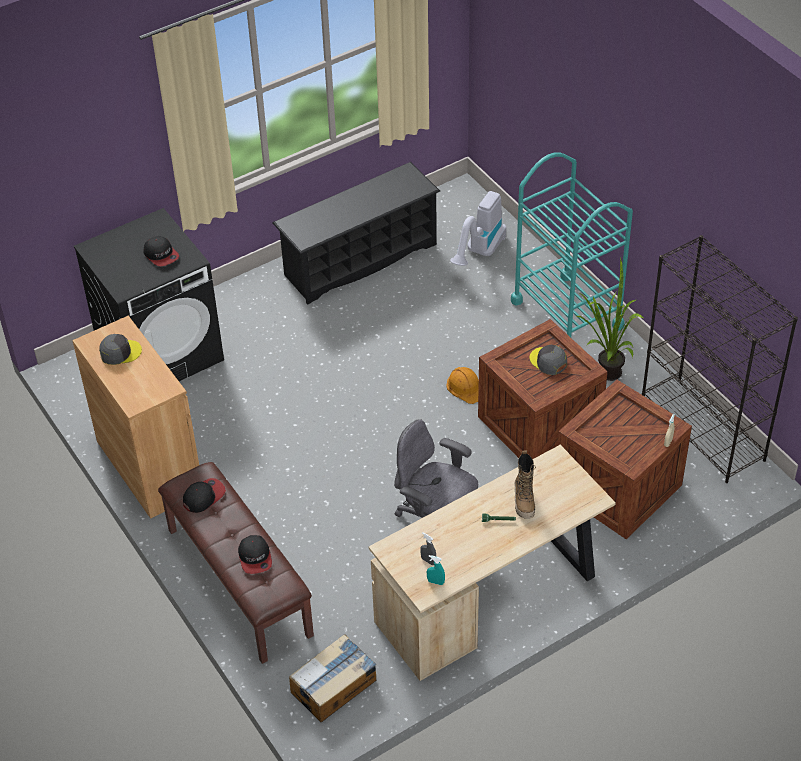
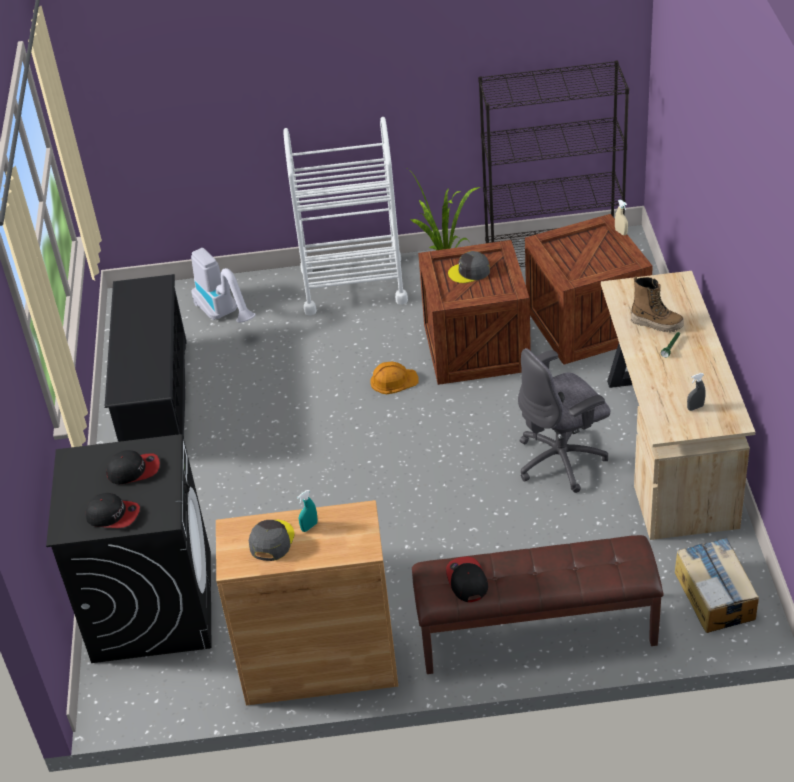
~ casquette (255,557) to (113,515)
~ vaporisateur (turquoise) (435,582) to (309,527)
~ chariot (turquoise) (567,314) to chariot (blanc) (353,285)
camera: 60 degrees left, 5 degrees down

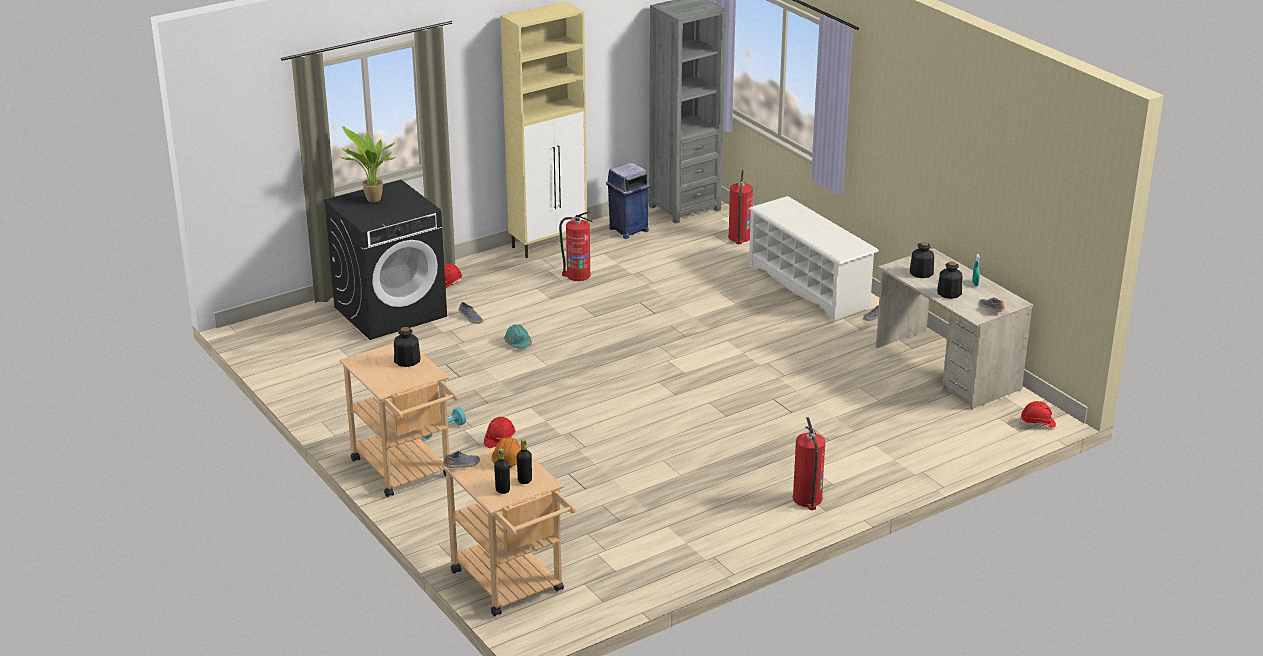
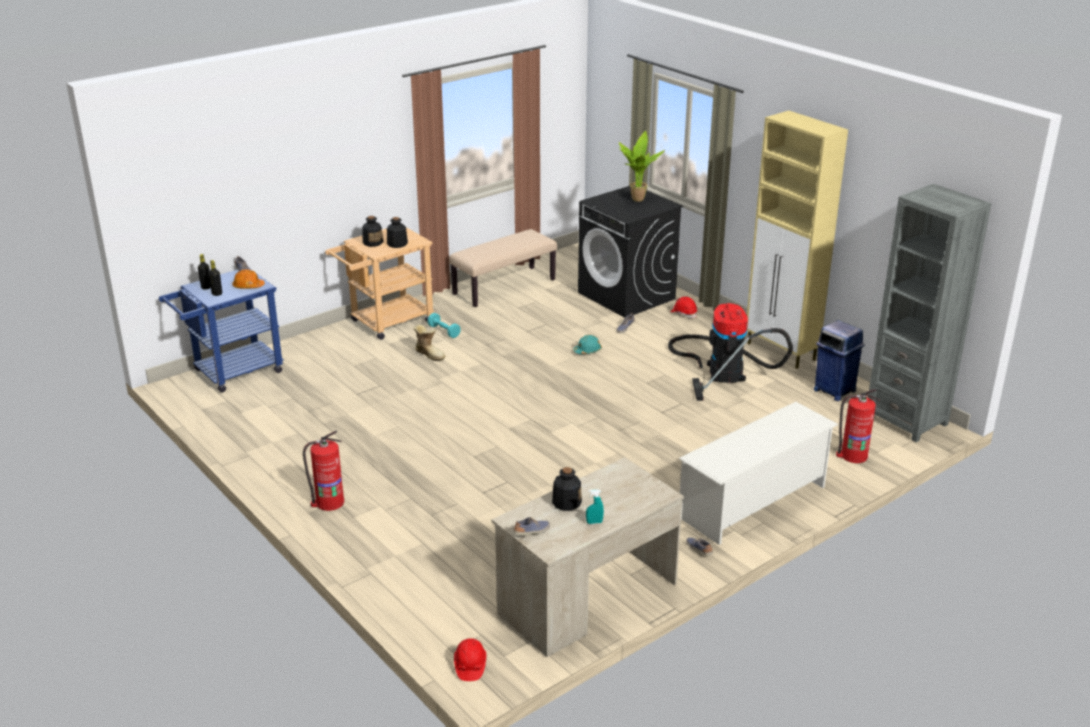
~ chariot (beige) (512,586) to chariot (bleu) (231,373)
~ casque de chantier (rouge) (499,440) to botte (430,354)
~ extincteur (577,275) to aspirateur (723,369)
~ bouteille (921,273) to (373,242)
+ banc (beige) (504,286)
camera: 85 degrees right, 0 degrees up

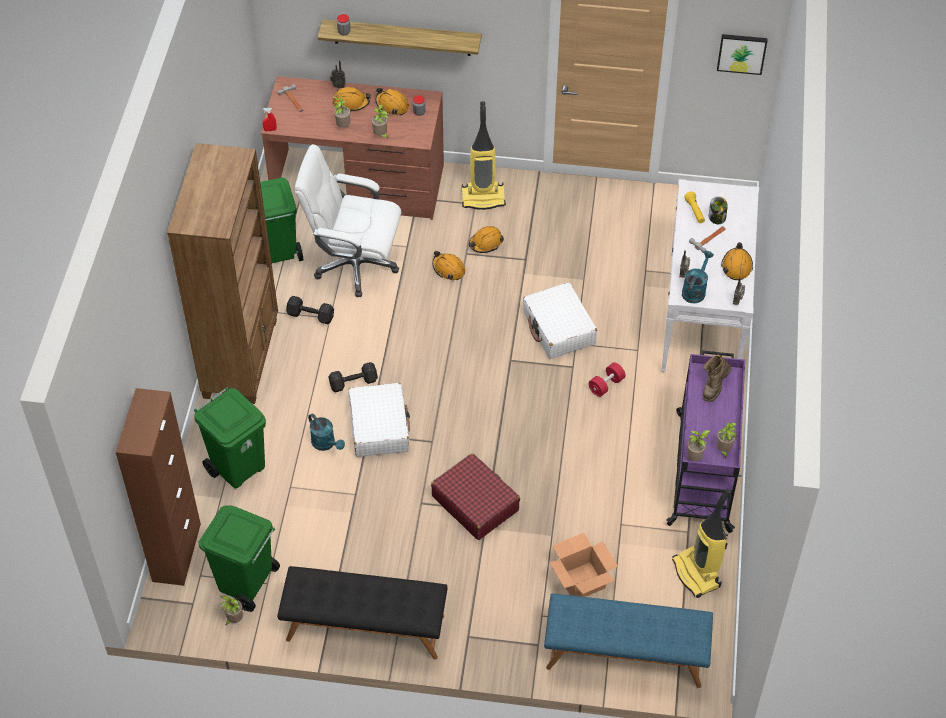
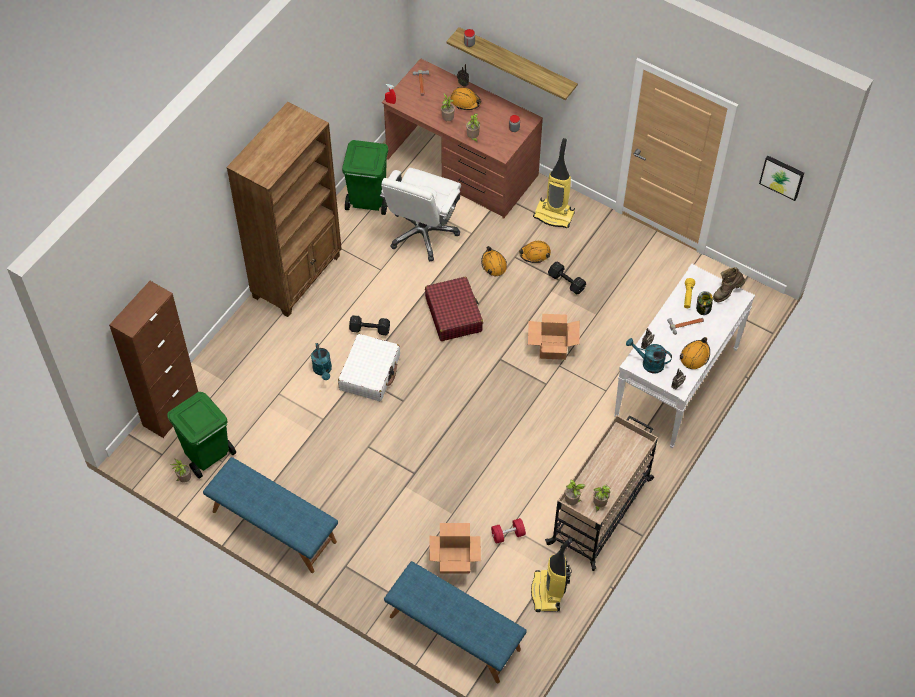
- poubelle (vert) (238,467)
~ banc (noir) (365,628) to banc (bleu) (273,527)
~ haltère (noir) (311,316) to (567,283)
~ chaise de bureau (blanc) (354,264) = (422,233) 105 degrees counterclockwise
- casque de chantier (orange) (392,105)
~ valise (rouge) (475,503) to (453,314)
~ valise (blanc) (559,328) to carton (553,348)
~ haltère (rouge) (606,385) to (508,534)
~ chariot (violet) (703,469) to chariot (beige) (601,510)
~ arrosoir (turquoise) (695,290) = (648,363) 120 degrees counterclockwise
~ botte (marron) (714,386) to (726,292)
camera: 25 degrees right, 5 degrees up

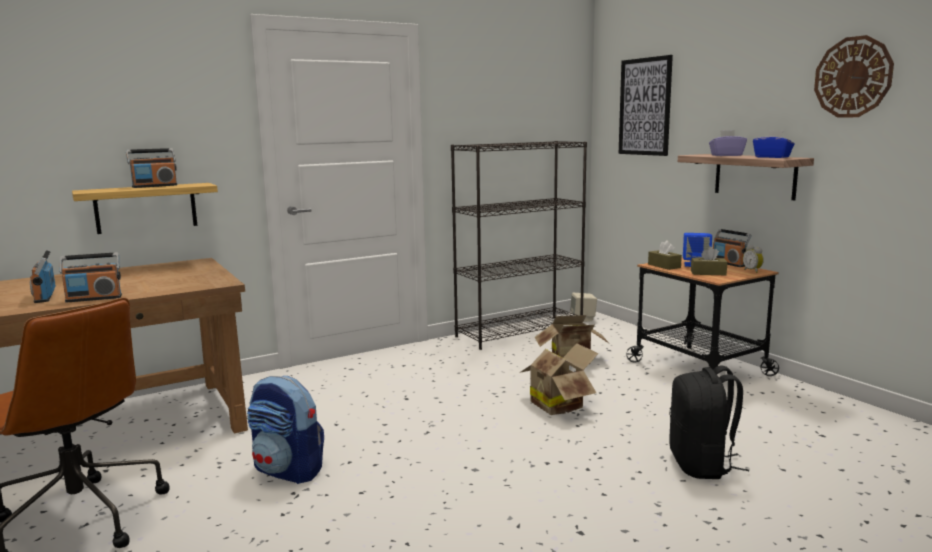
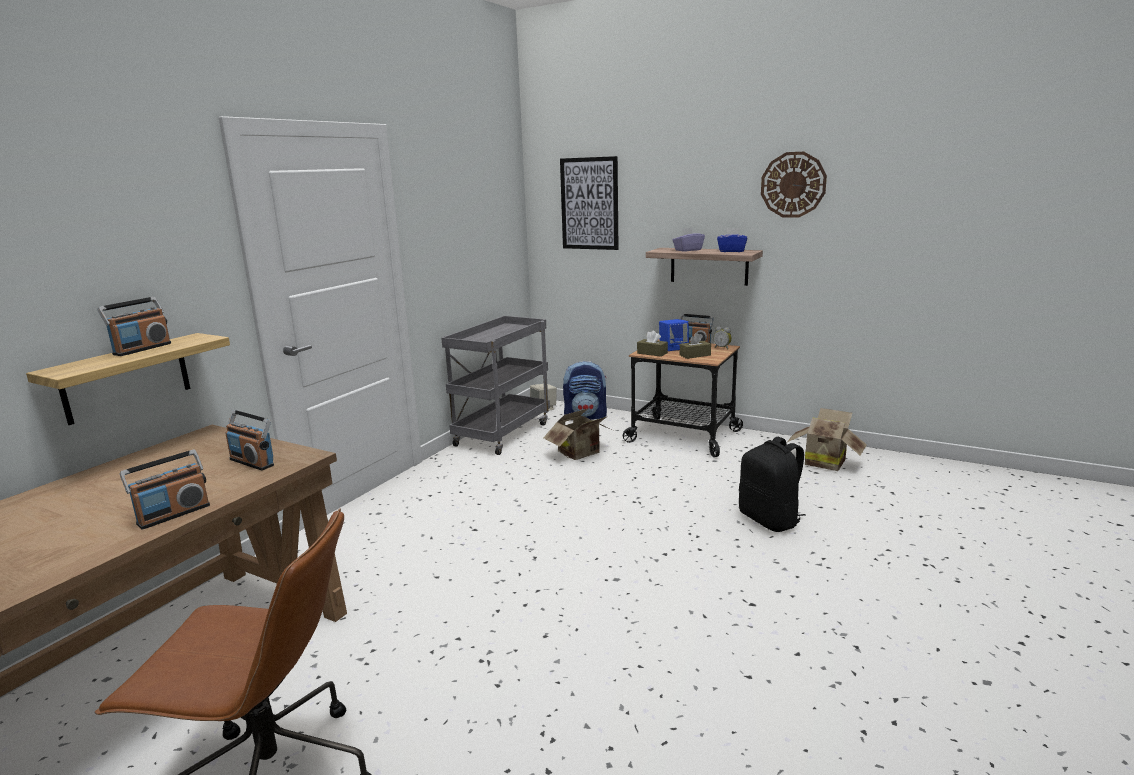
~ radio (44,297) to (252,462)
~ sac à dos (288,471) to (585,416)
~ bibliothèque (noir) (520,332) to chariot (gris) (502,433)
~ carton (559,405) to (824,462)
camera: 30 degrees left, 5 degrees up

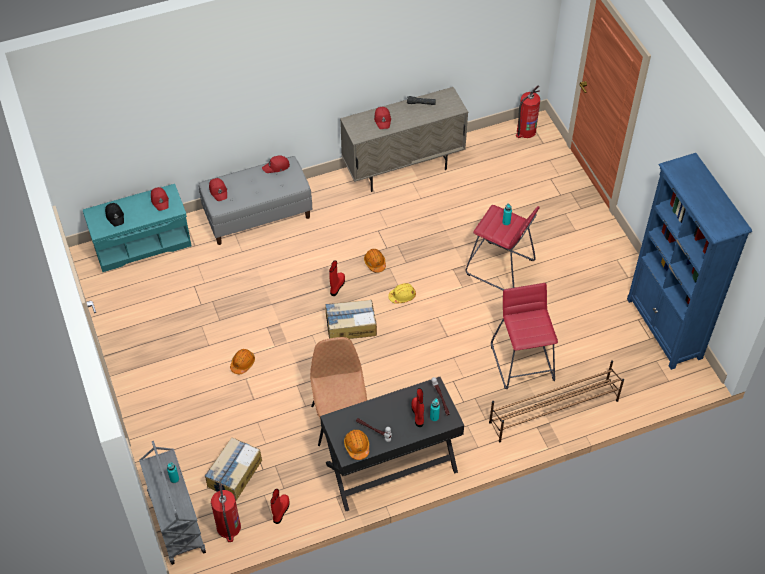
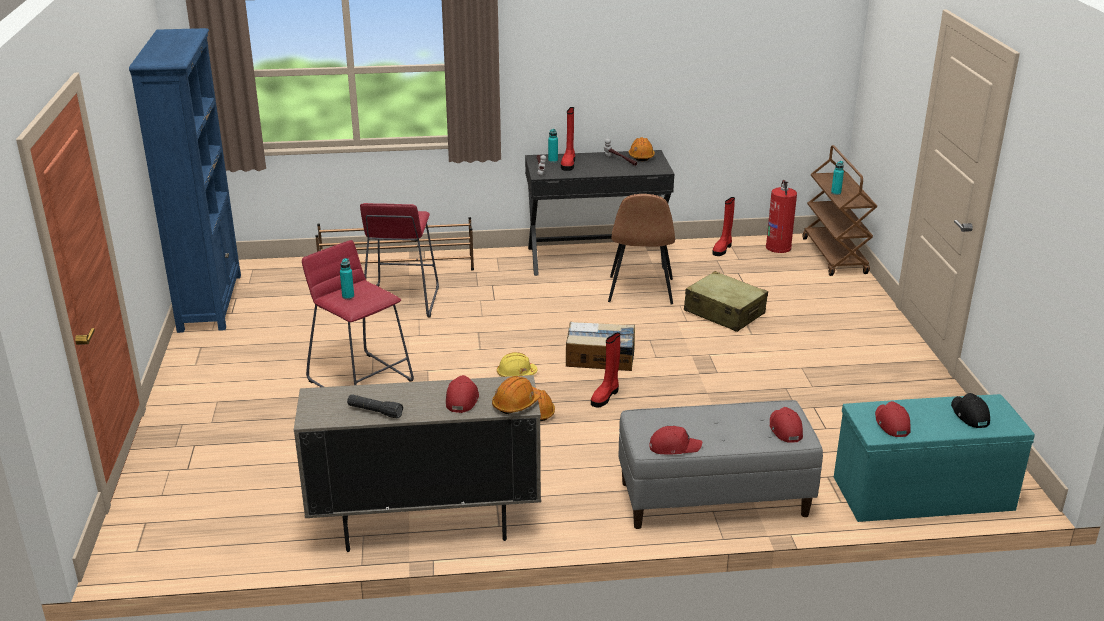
~ chariot (gris) (176,521) to chariot (marron) (835,256)
- carton (234,473)
~ casque de chantier (orange) (242,363) to (516,404)
- extincteur (525,131)
+ valise (beige) (724,313)
camera: 165 degrees left, 25 degrees down

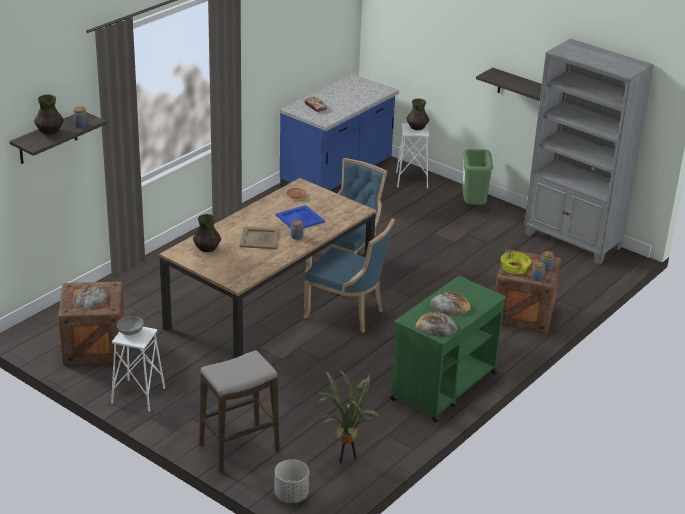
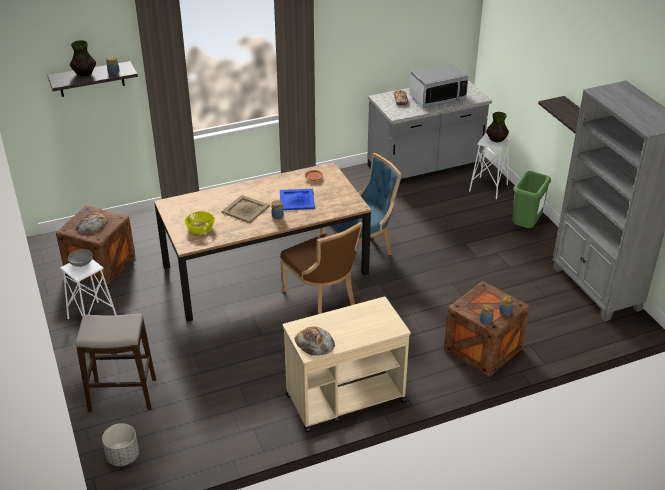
- vase (207,249)
~ comptoir de cuisine (bleu) (337,176) to comptoir de cuisine (gris) (424,167)
~ chaise (bleu) (347,313) to chaise (marron) (322,298)
- plante en pot (344,458)
~ chariot (vert) (443,386) to chariot (beige) (344,398)
- pain (450,305)
~ bol (jaune) (515,267) to (201,227)
+ micro-ondes (437,98)
camera: 30 degrees right, 5 degrees up

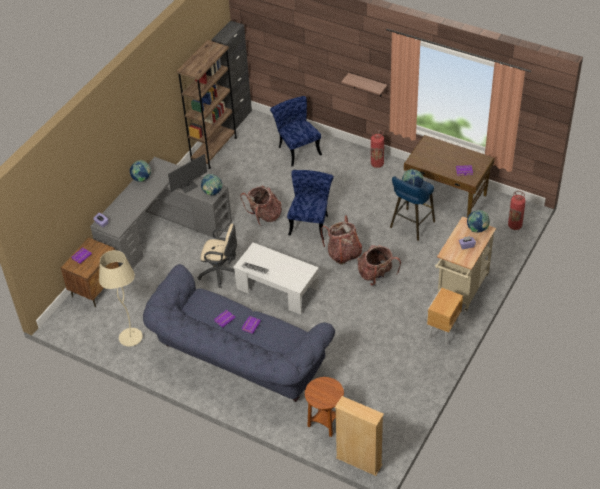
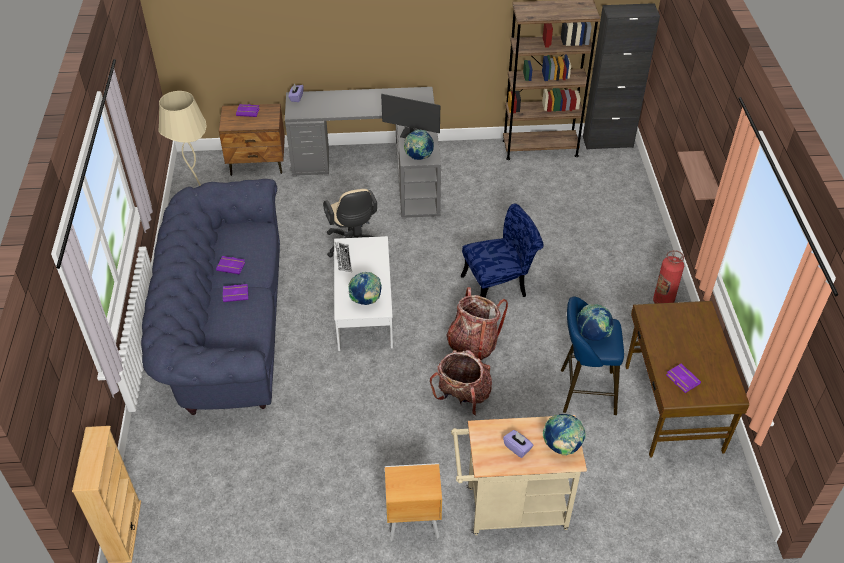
~ globe (141,179) to (366,300)
- sac à dos (264,216)
- chaise (bleu) (297,149)
- table d'appoint (marron) (325,422)
- extincteur (514,225)
camera: 55 degrees right, 0 degrees up

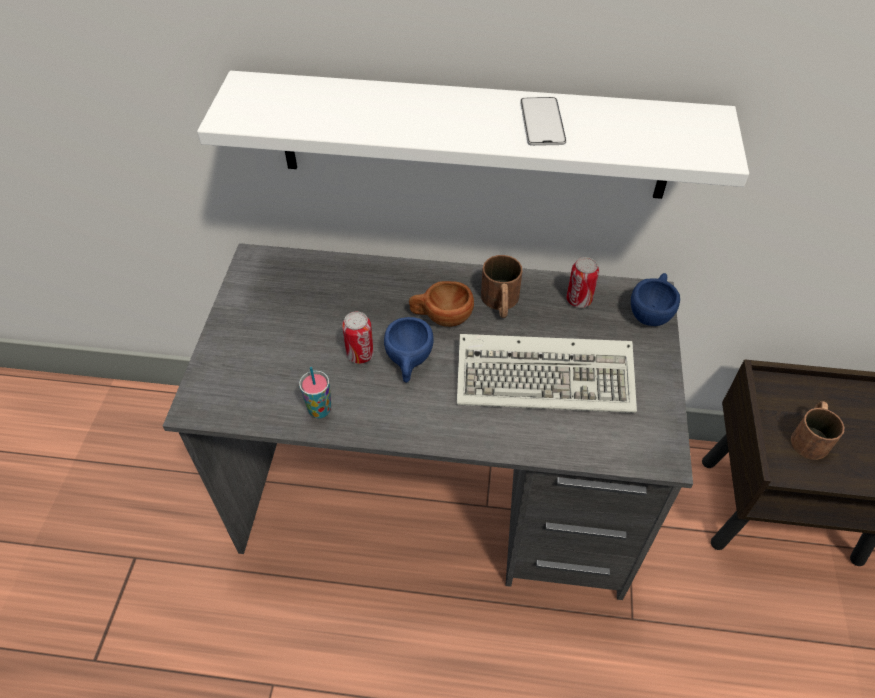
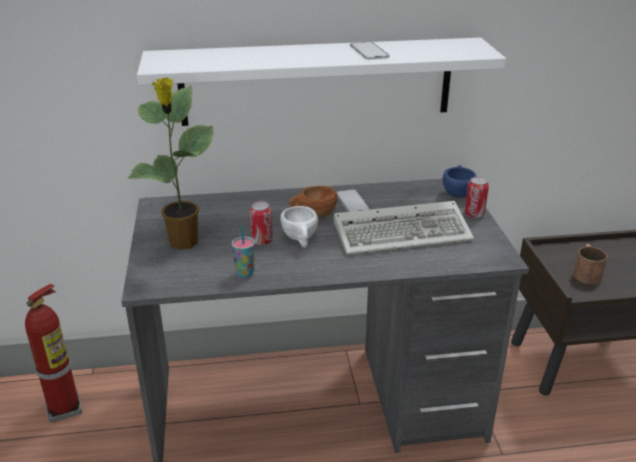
~ tasse (bleu) (409,362) to tasse (blanc) (300,240)
~ mug (marron) (500,303) to téléphone (352,202)
~ boîte métallique (578,300) to (474,214)
+ extincteur (65,408)
+ plante en pot (183,243)
camera: 15 degrees left, 20 degrees down

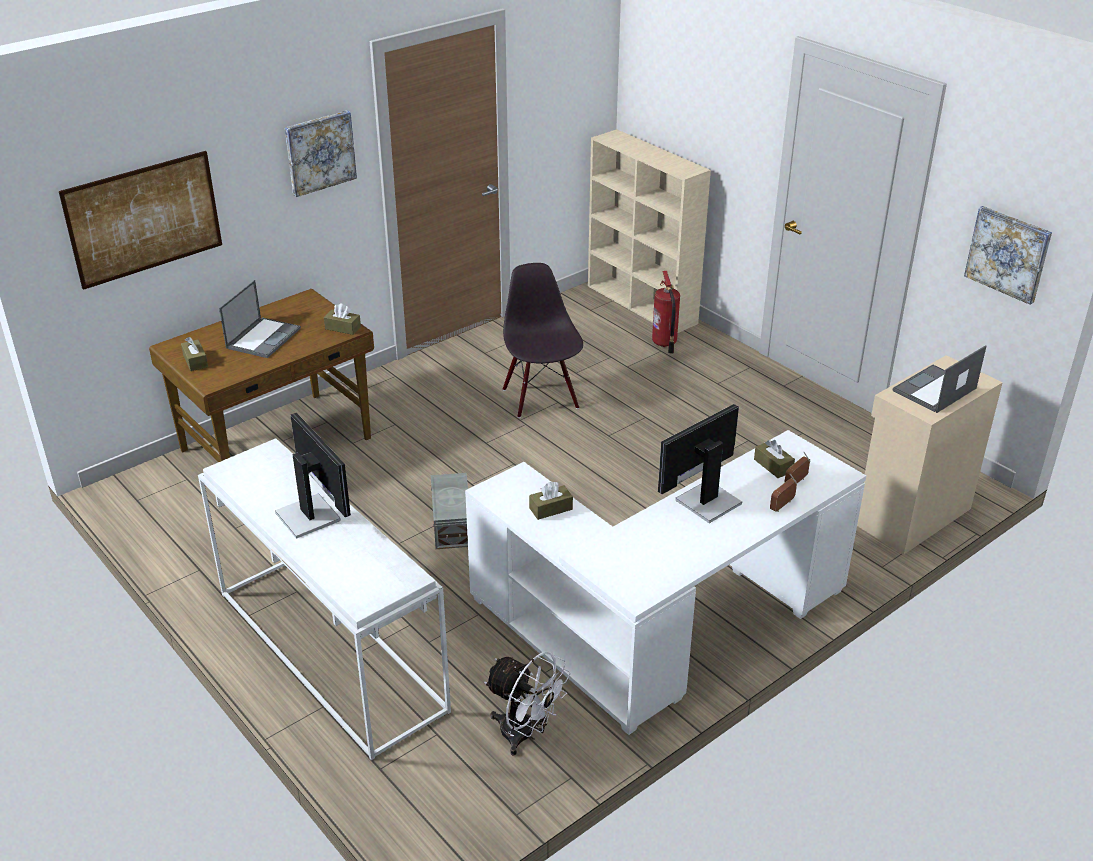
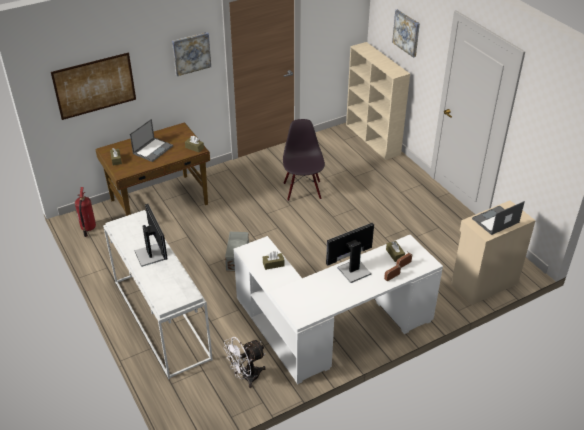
~ ventilateur (blanc) (525,735) = (246,377) 105 degrees clockwise
~ extincteur (664,343) to (88,228)
~ tableau (1008,254) to (406,33)
camera: 10 degrees right, 5 degrees up

